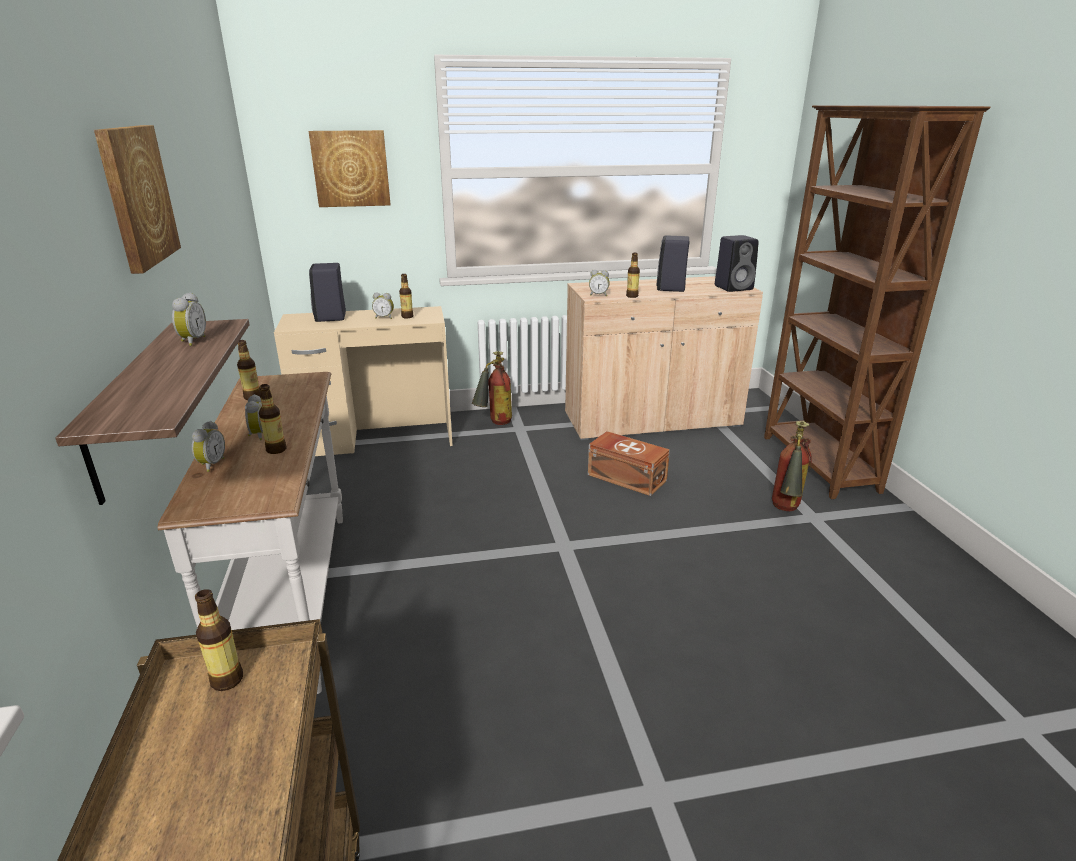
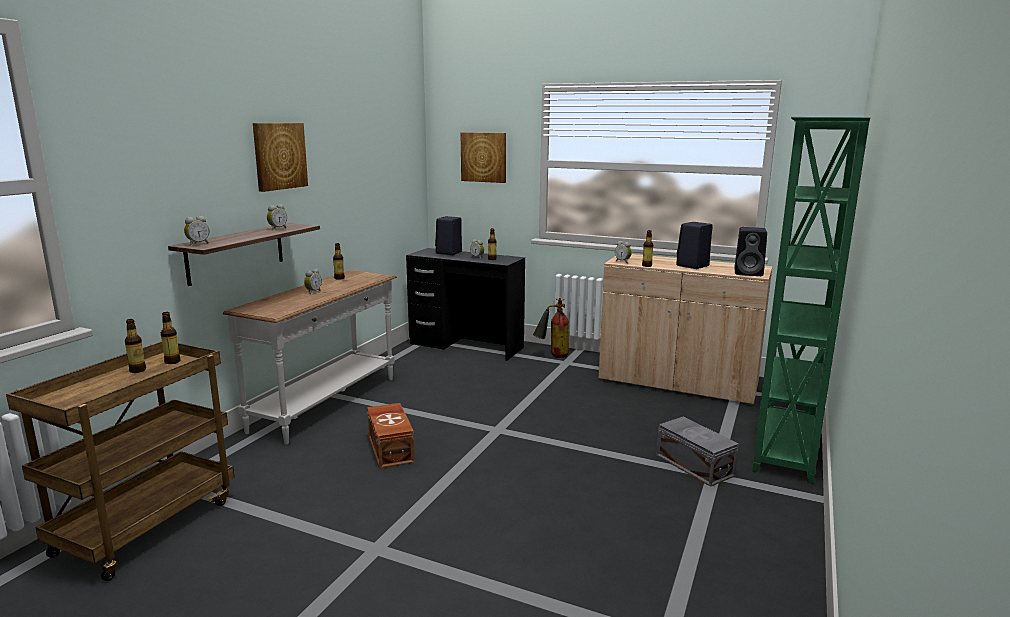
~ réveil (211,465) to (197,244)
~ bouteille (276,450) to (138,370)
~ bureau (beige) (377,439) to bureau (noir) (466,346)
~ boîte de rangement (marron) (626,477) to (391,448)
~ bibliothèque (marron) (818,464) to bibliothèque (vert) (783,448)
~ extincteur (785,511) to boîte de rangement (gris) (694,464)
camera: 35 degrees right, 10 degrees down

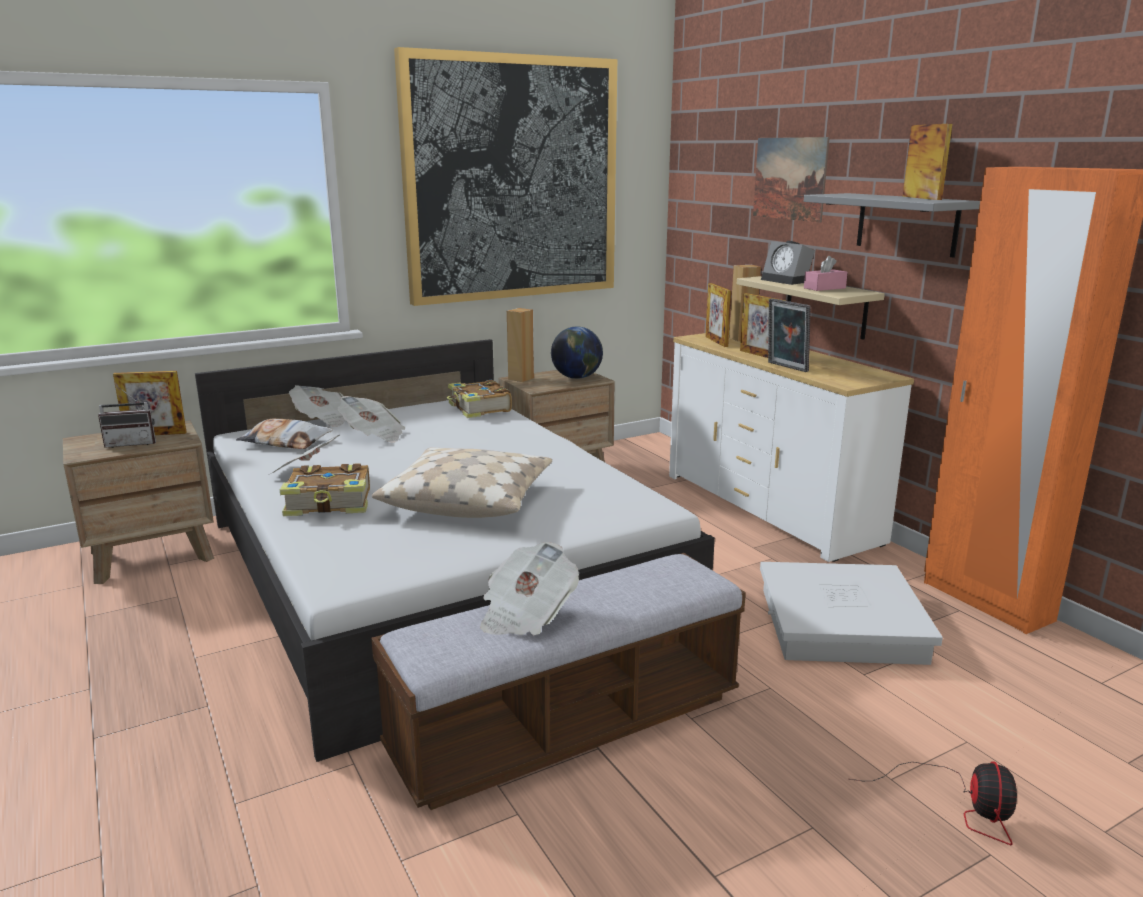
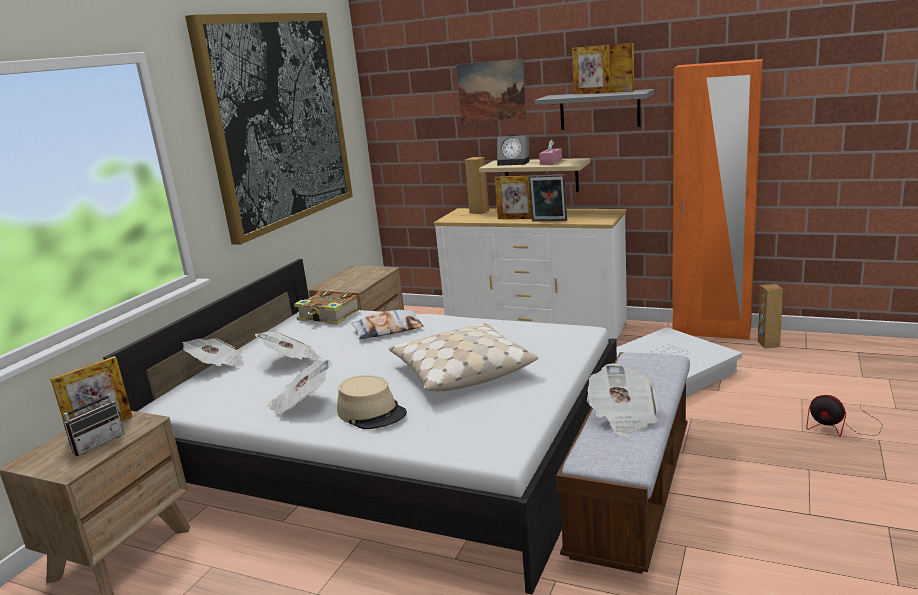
~ coussin (285,441) to (388,330)
~ livre (330,503) to chapeau (beige) (372,413)
~ enceinte (marron) (520,378) to (768,344)
- globe (577,377)
~ cadre photo (716,341) to (592,93)
~ ventilateur (959,806) = (841,427) 150 degrees clockwise
camera: 35 degrees left, 0 degrees up

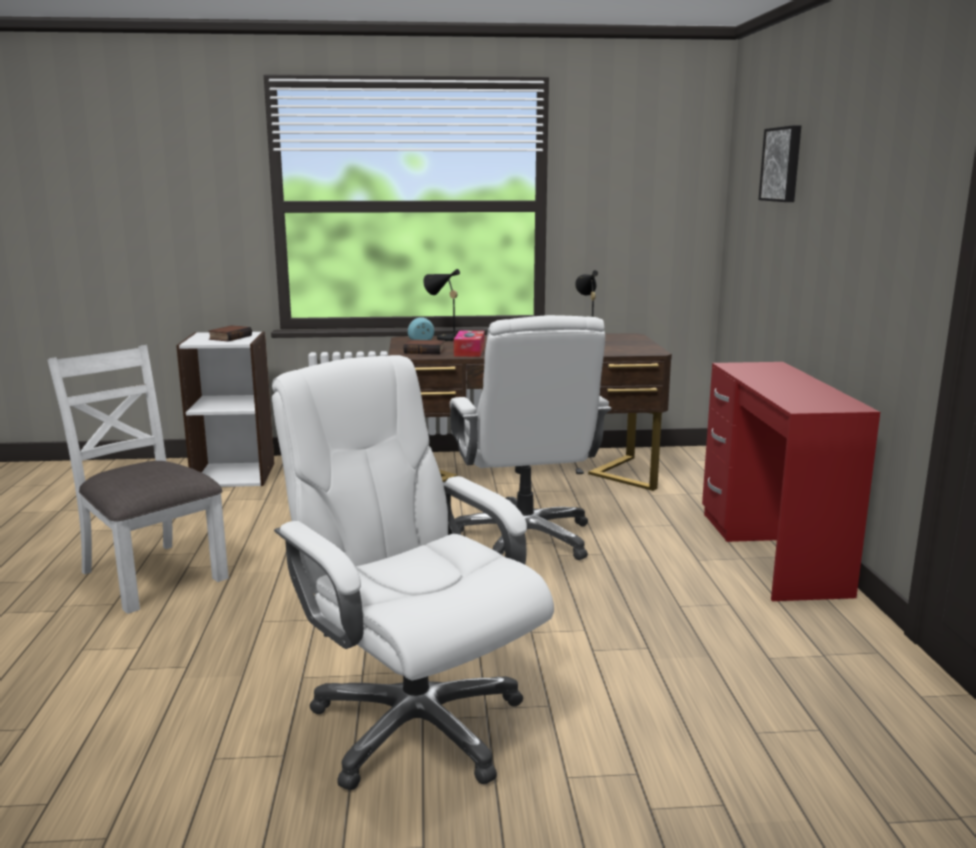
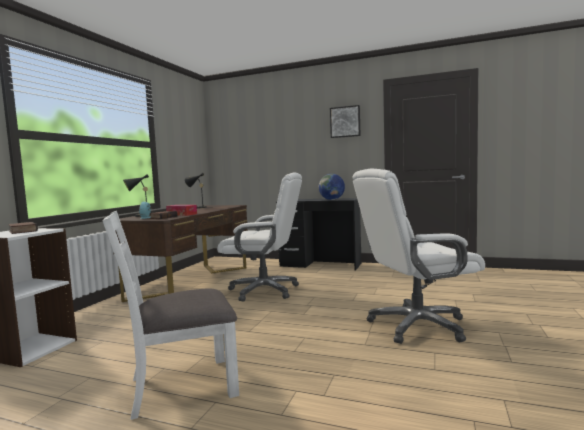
~ bureau (rouge) (771,552) to bureau (noir) (320,265)
~ tableau (783,164) to (345,122)
+ globe (332,199)
camera: 65 degrees left, 10 degrees down

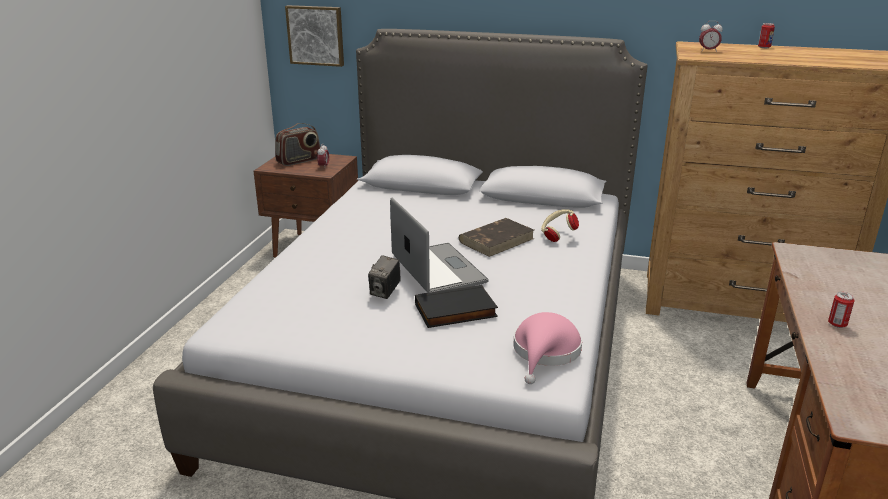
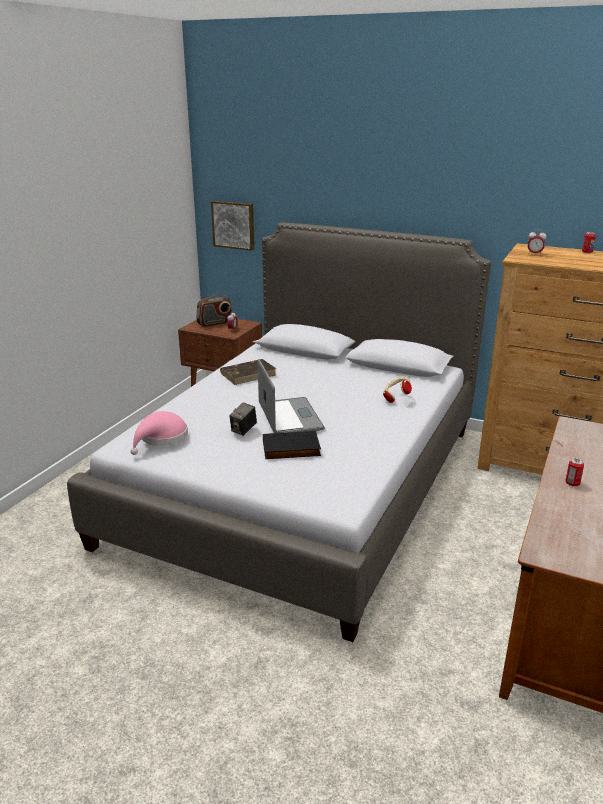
~ livre (marron) (497,240) to (248,374)
~ chapeau (rose) (545,352) to (161,438)
camera: 10 degrees right, 0 degrees up

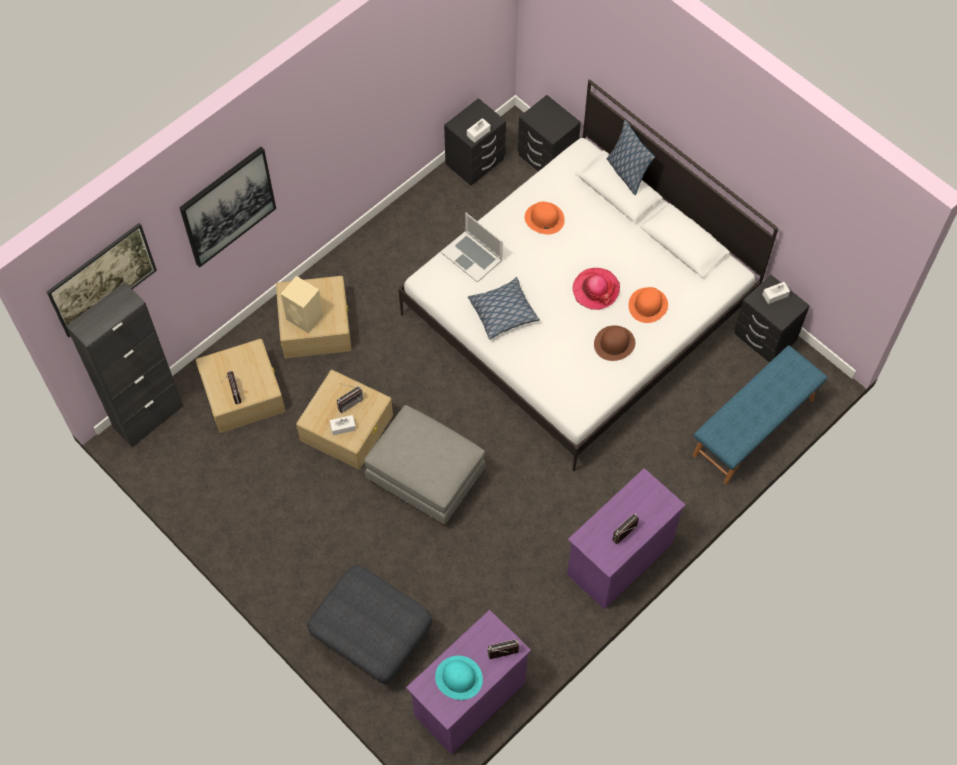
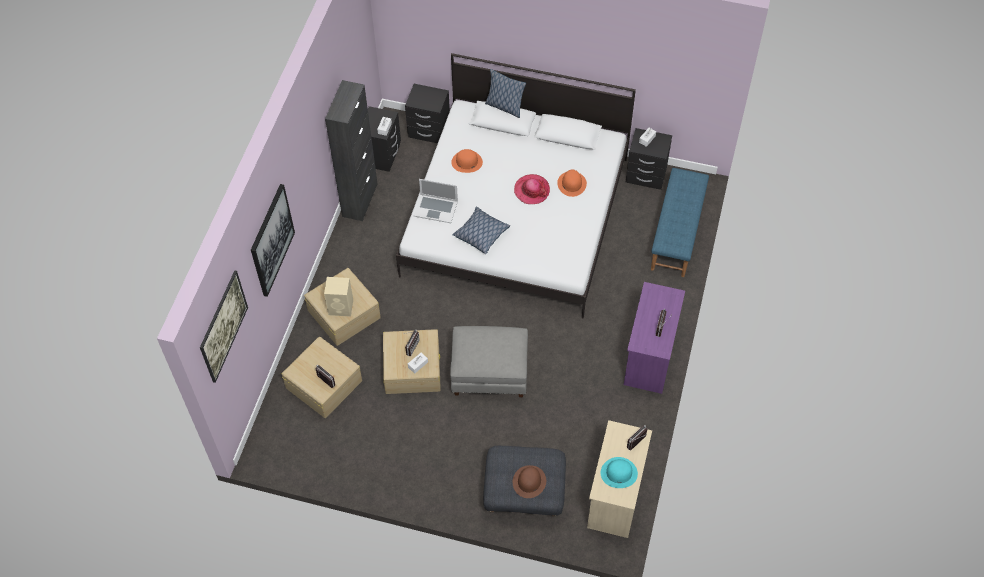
~ meuble de rangement (noir) (148,417) to (360,200)
~ commode (violet) (469,700) to commode (beige) (615,497)
~ chapeau (marron) (614,343) to (529,481)
camera: 30 degrees left, 5 degrees down

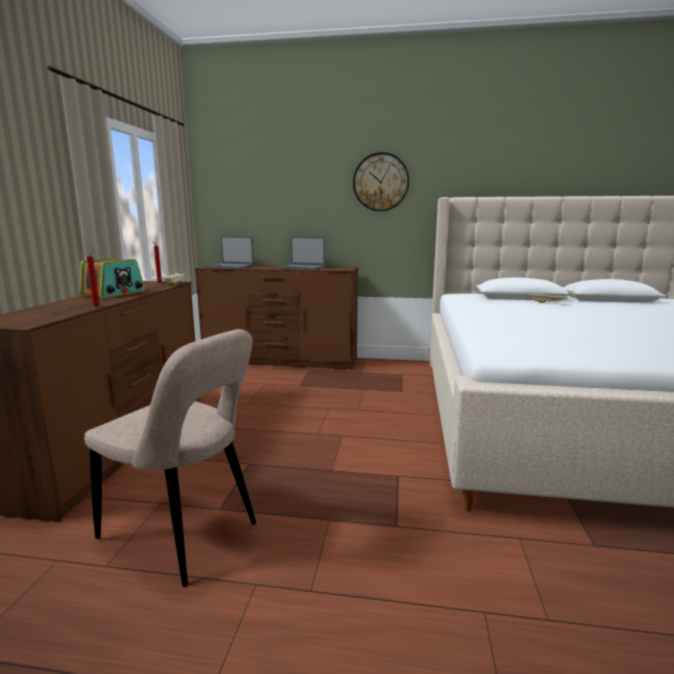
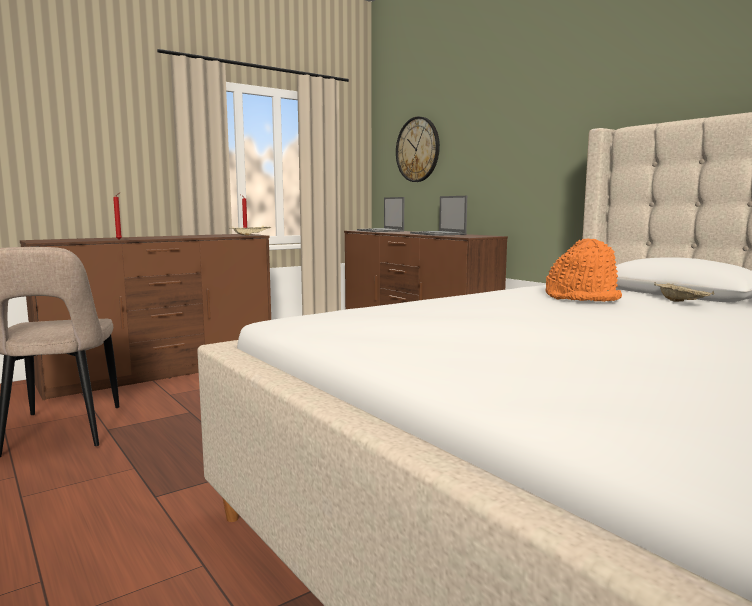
- radio (114,293)
~ horloge murale (380,182) to (418,149)
+ chapeau (orange) (583,298)
camera: 45 degrees right, 5 degrees down

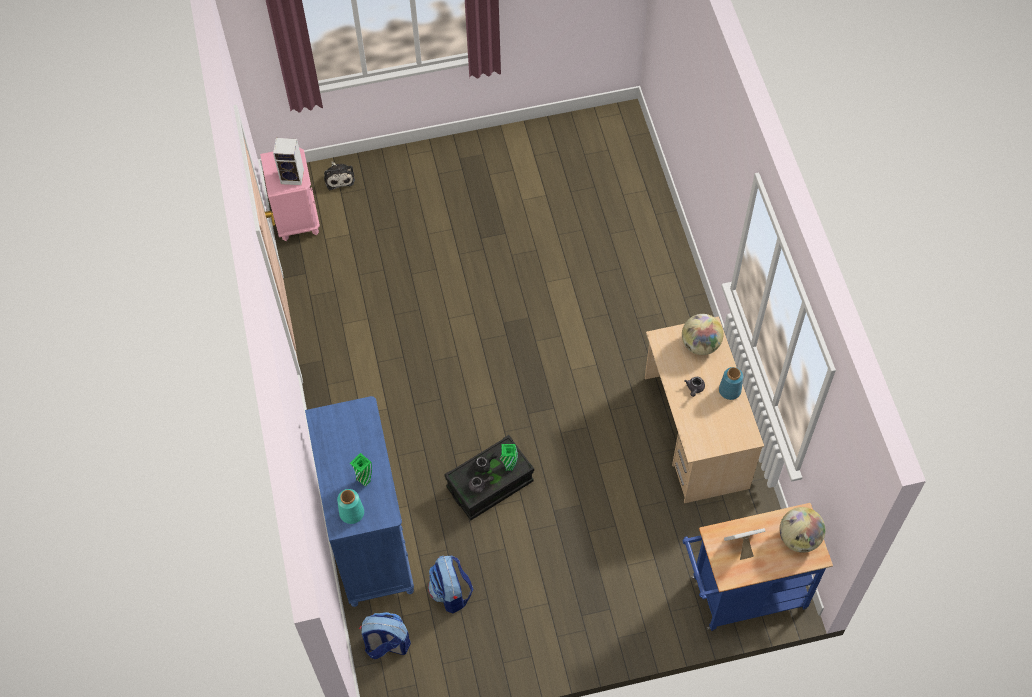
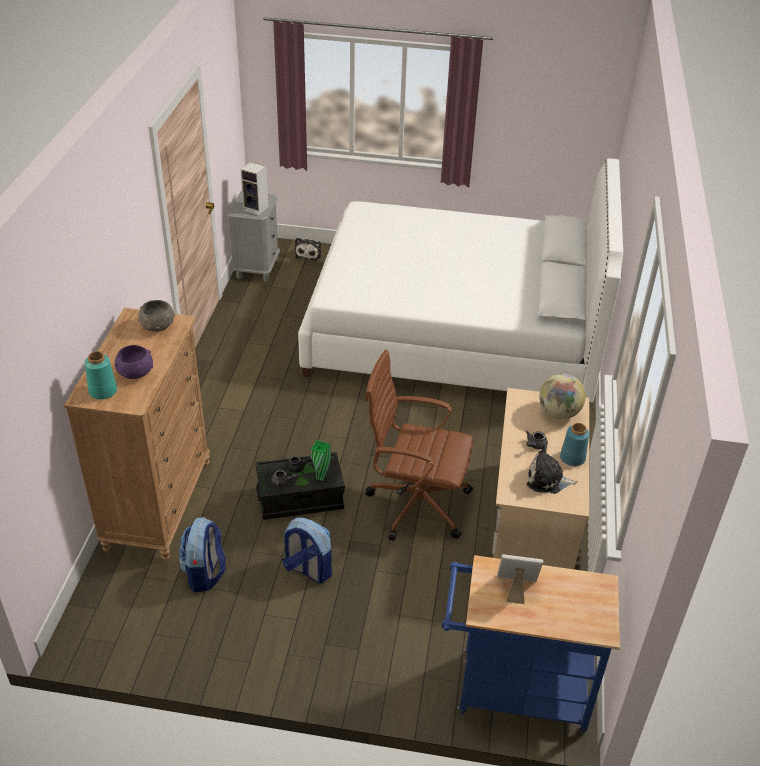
~ table de chevet (rose) (296,218) to table de chevet (gris) (257,268)
~ commode (bleu) (370,542) to commode (marron) (158,505)
~ vase (vert) (365,481) to bol (violet) (135,372)
~ sac à dos (386,644) to (307,569)
- globe (798,538)
+ bol (gris) (157,326)
+ lit (blanc) (454,332)
+ chaise de bureau (marron) (415,503)
+ peluche (547,480)
camera: 20 degrees right, 20 degrees down

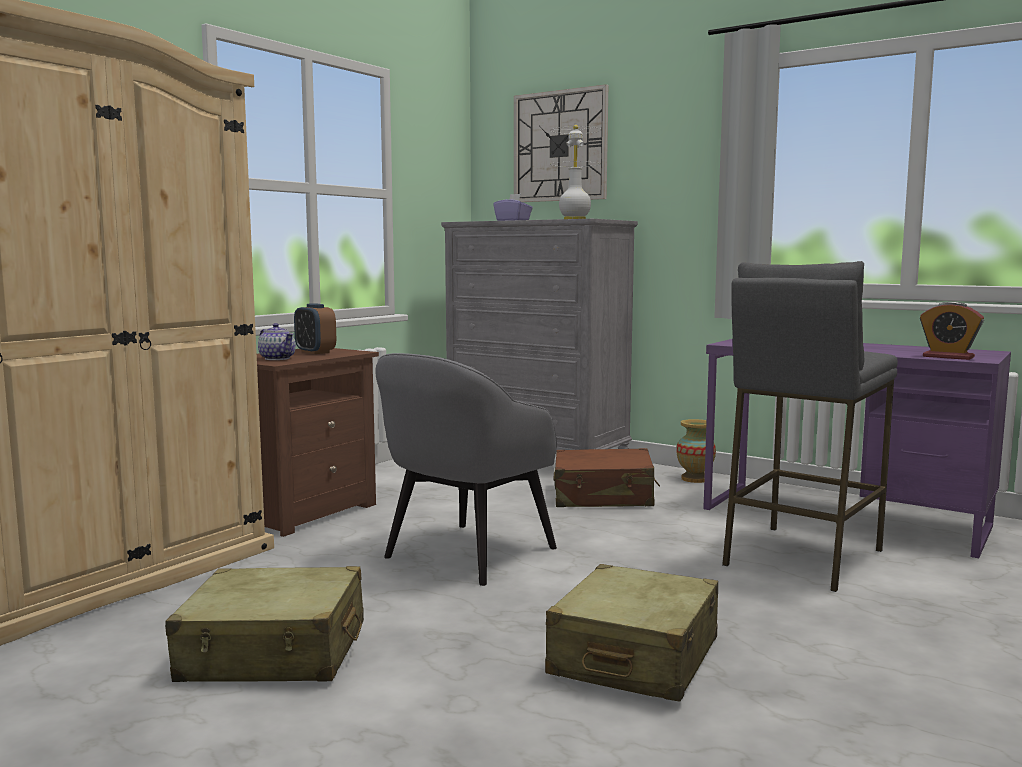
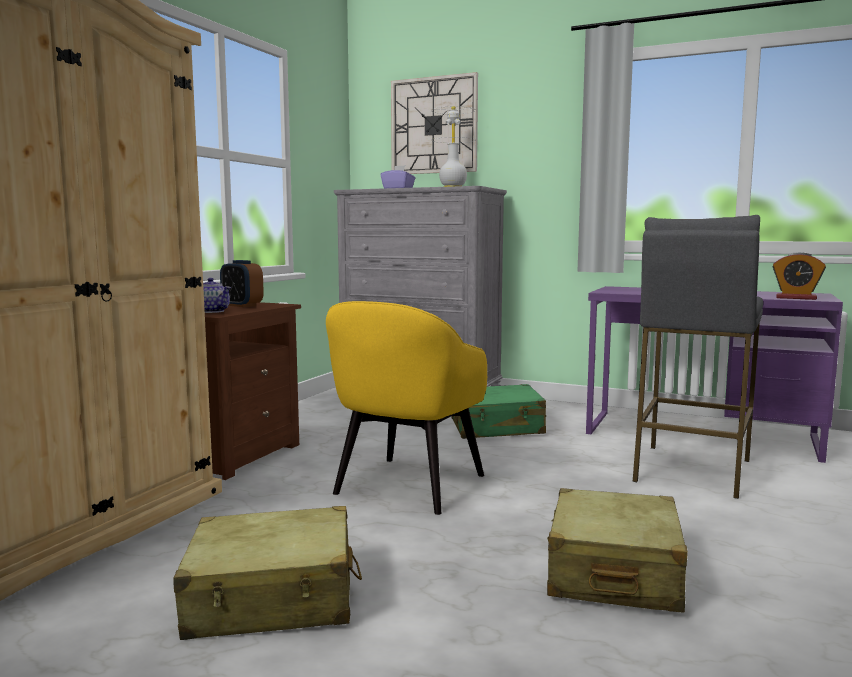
~ fauteuil (gris) (468,554) to fauteuil (jaune) (408,485)
~ valise (marron) (603,496) to valise (vert) (497,427)
- vase (695,479)
camera: 10 degrees left, 0 degrees up

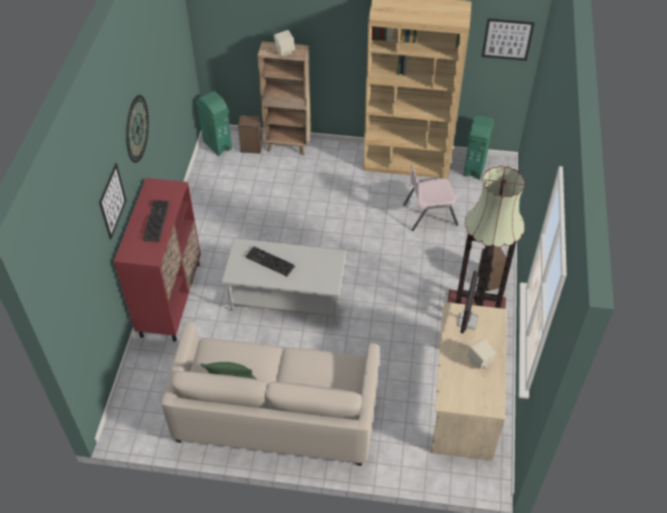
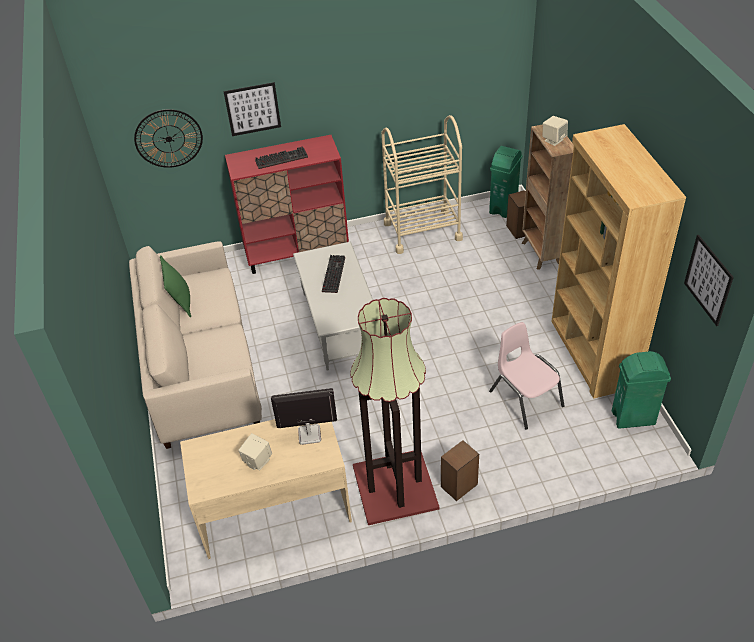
~ horloge murale (137,129) to (168,138)
+ chariot (beige) (422,231)
camera: 70 degrees right, 5 degrees down

